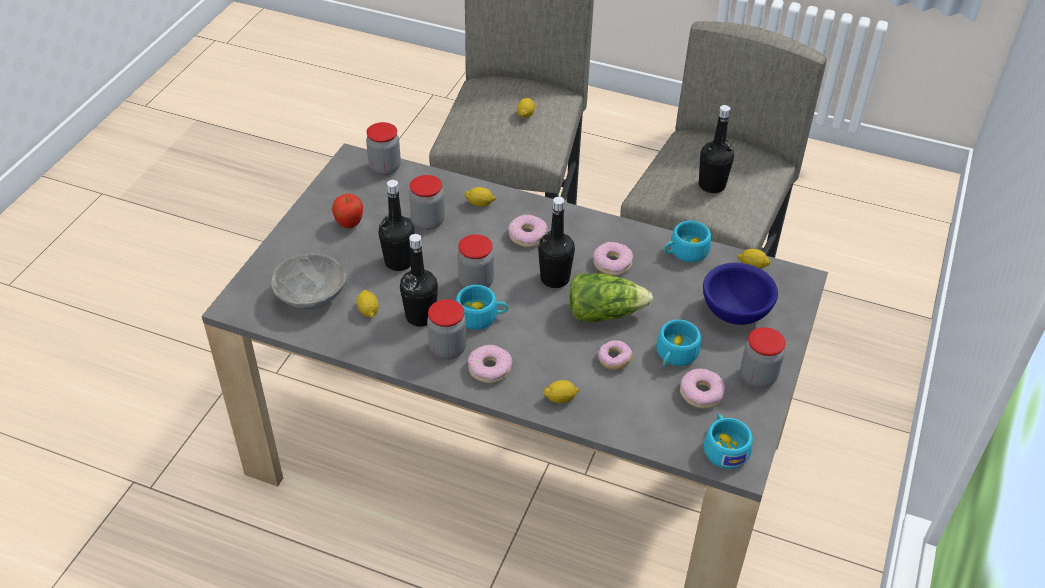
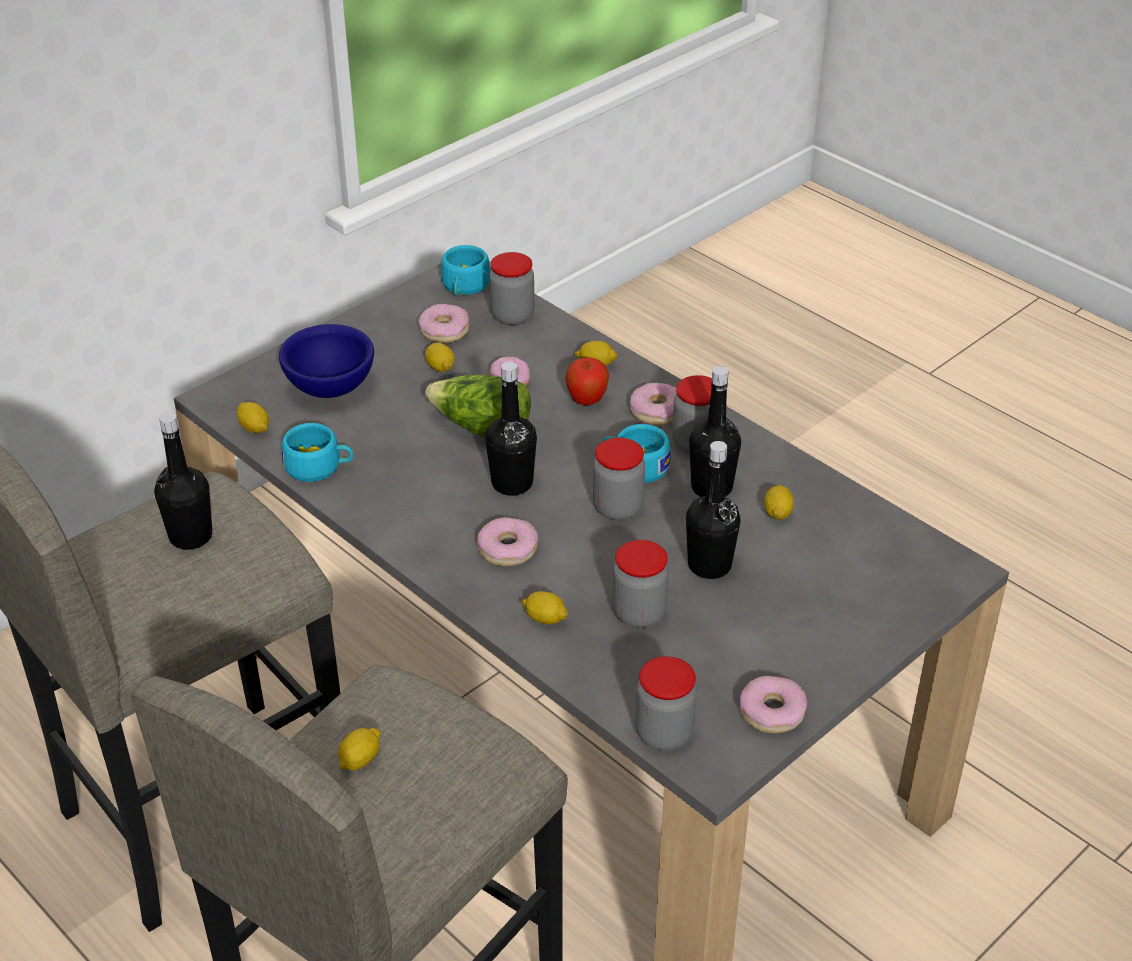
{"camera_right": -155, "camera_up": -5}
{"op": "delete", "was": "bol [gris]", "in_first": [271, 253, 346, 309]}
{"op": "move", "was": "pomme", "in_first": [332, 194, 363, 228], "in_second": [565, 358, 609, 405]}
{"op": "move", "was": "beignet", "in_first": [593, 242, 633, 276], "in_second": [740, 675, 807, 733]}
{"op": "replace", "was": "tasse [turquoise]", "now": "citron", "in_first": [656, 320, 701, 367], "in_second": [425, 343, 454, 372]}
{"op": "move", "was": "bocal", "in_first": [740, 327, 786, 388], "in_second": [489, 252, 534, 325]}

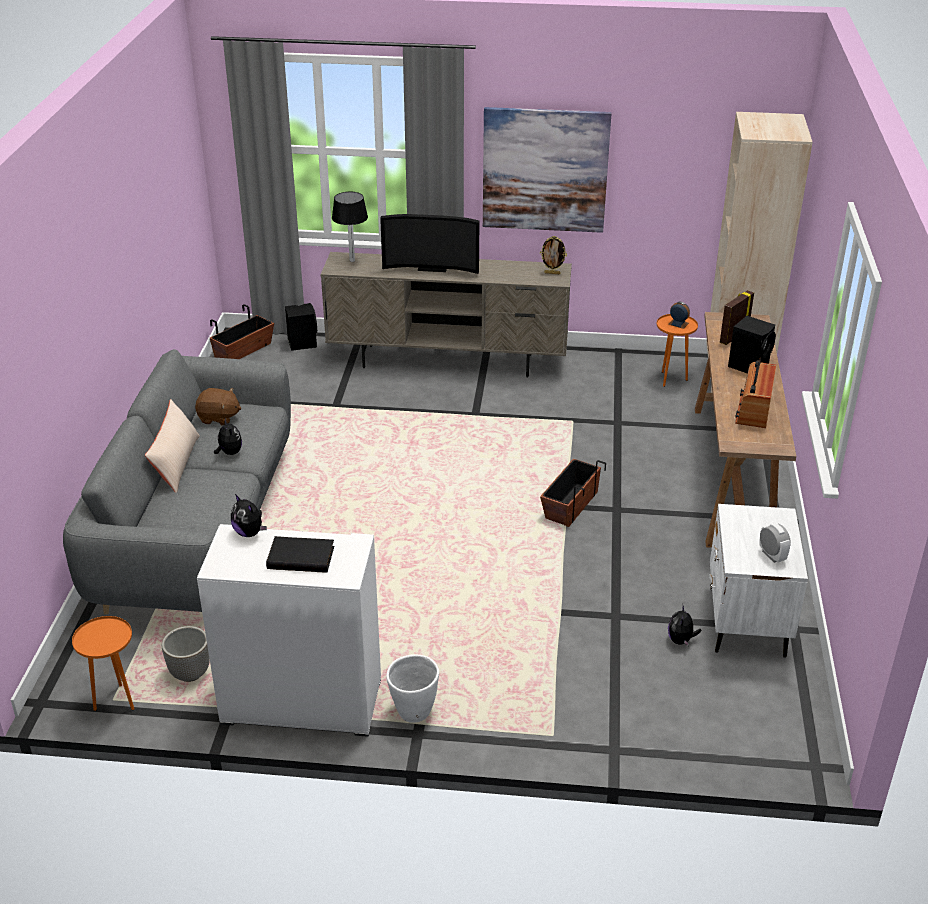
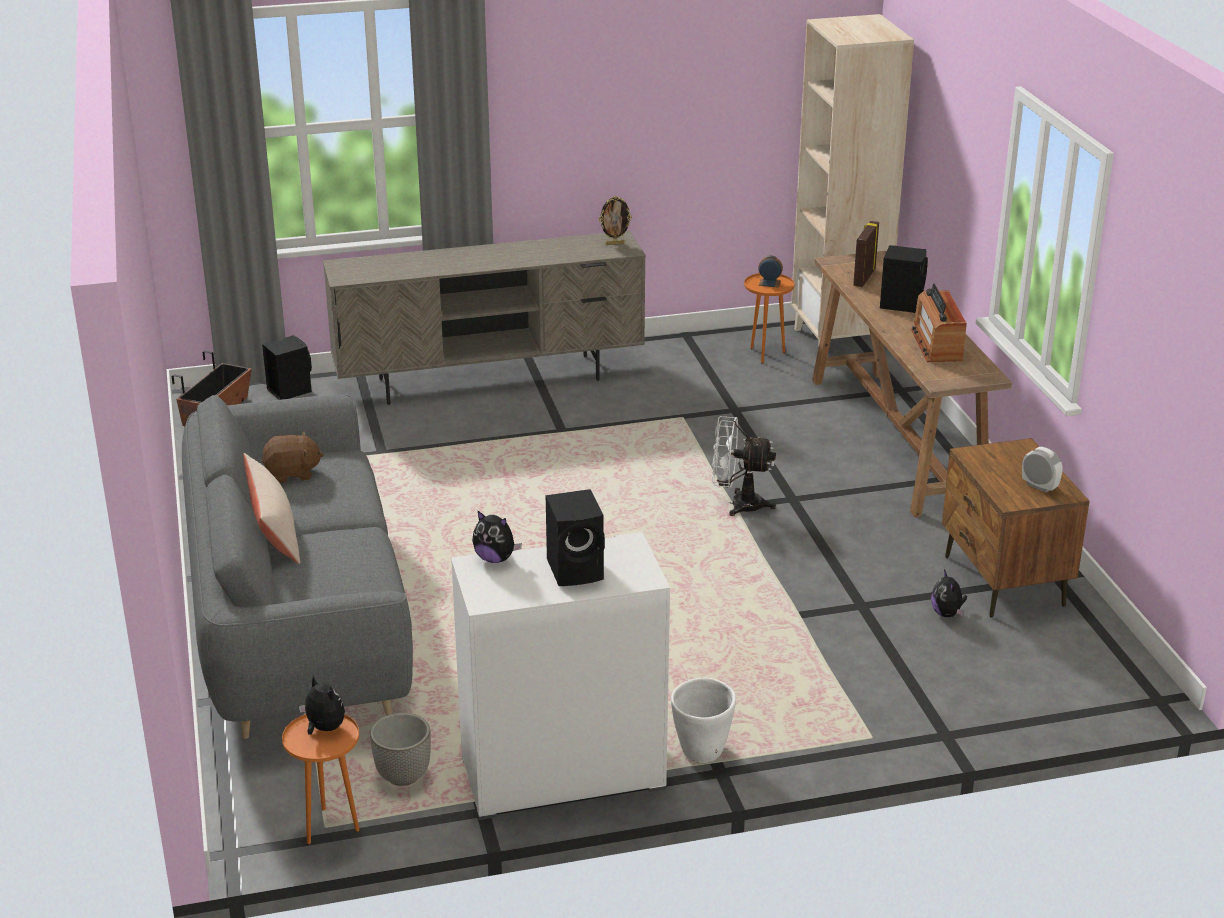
{"camera_right": -20, "camera_up": -5}
{"op": "move", "was": "peluche", "in_first": [214, 418, 242, 455], "in_second": [299, 676, 345, 735]}
{"op": "replace", "was": "livre [noir]", "now": "enceinte [noir]", "in_first": [266, 536, 334, 573], "in_second": [546, 489, 605, 586]}
{"op": "delete", "was": "lampe de table", "in_first": [332, 192, 368, 262]}
{"op": "delete", "was": "téléviseur", "in_first": [380, 214, 480, 274]}
{"op": "delete", "was": "tableau", "in_first": [483, 107, 612, 233]}
{"op": "replace", "was": "cache-pot", "now": "ventilateur [blanc]", "in_first": [540, 459, 606, 527], "in_second": [712, 416, 776, 516]}
{"op": "recolor", "was": "table de chevet [blanc]", "now": "table de chevet [marron]", "in_first": [709, 504, 808, 658], "in_second": [942, 438, 1090, 617]}

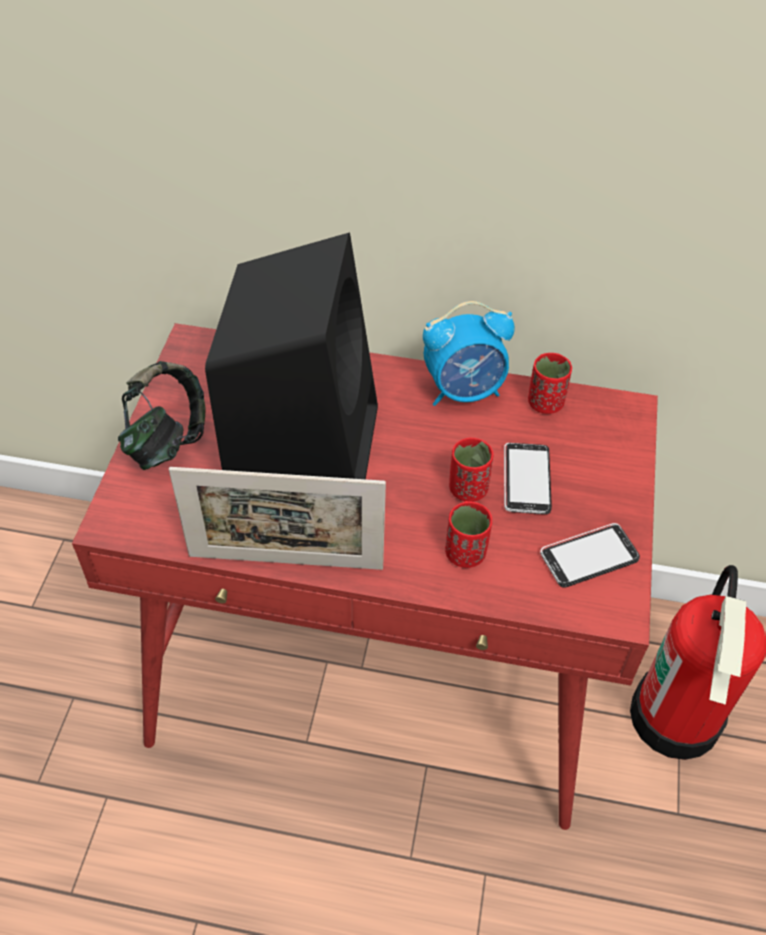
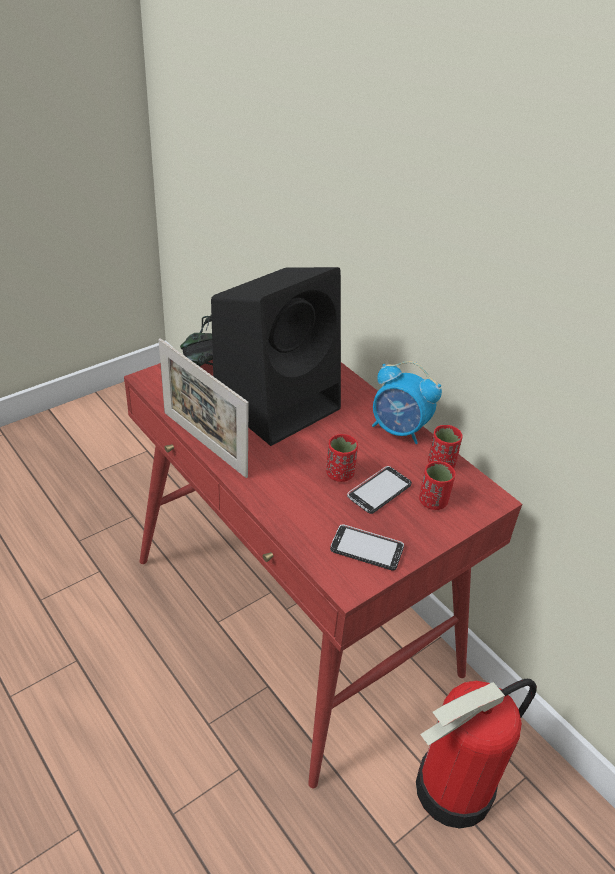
{"camera_right": 40, "camera_up": -10}
{"op": "move", "was": "tasse [rouge]", "in_first": [445, 501, 492, 568], "in_second": [419, 461, 456, 510]}

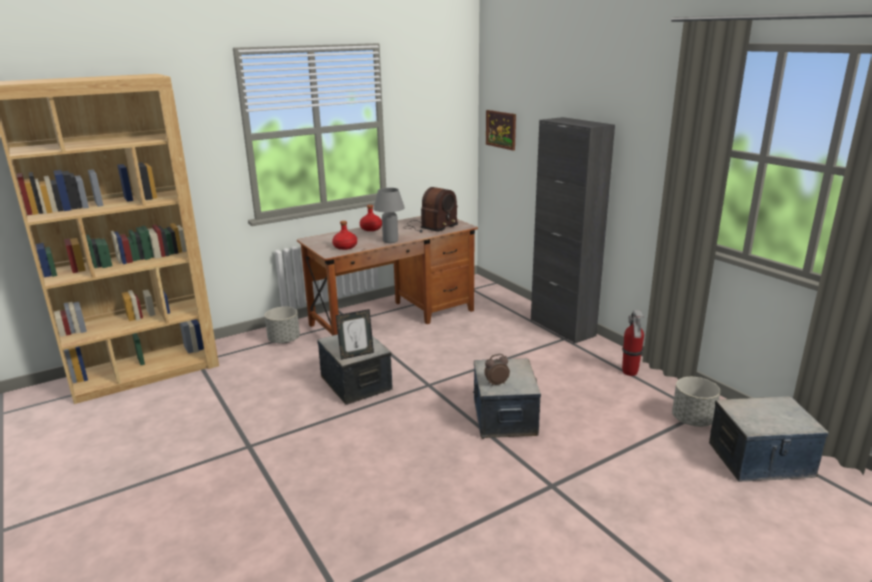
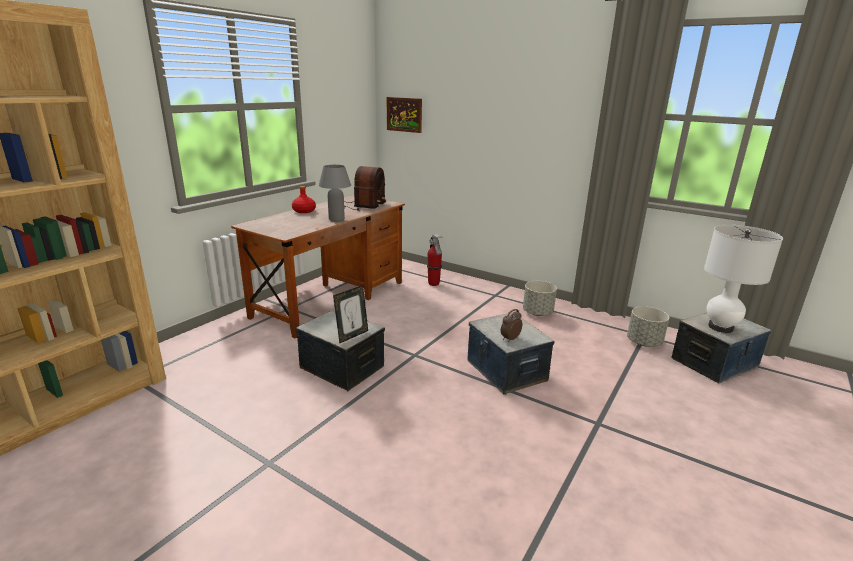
{"camera_right": -25, "camera_up": 0}
{"op": "move", "was": "cache-pot [gris]", "in_first": [265, 307, 300, 344], "in_second": [523, 281, 557, 316]}
{"op": "delete", "was": "bouteille [rouge]", "in_first": [332, 221, 357, 250]}
{"op": "delete", "was": "meuble de rangement [noir]", "in_first": [531, 117, 615, 344]}
{"op": "move", "was": "extincteur", "in_first": [622, 310, 644, 376], "in_second": [427, 234, 442, 286]}
{"op": "insert", "now": "lampe de table [blanc]", "in_second": [704, 225, 783, 333]}

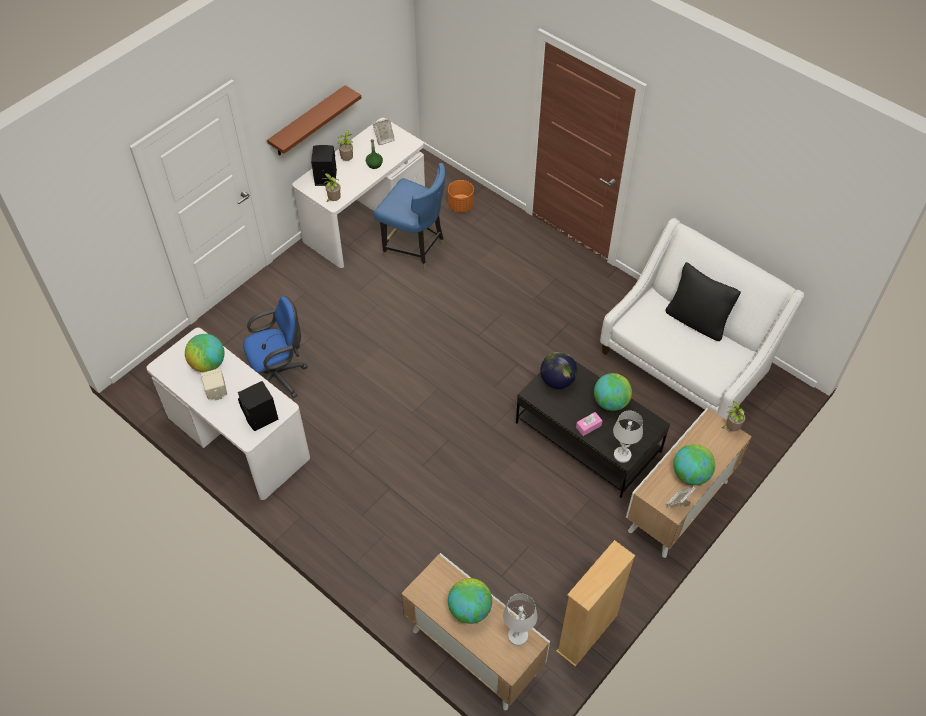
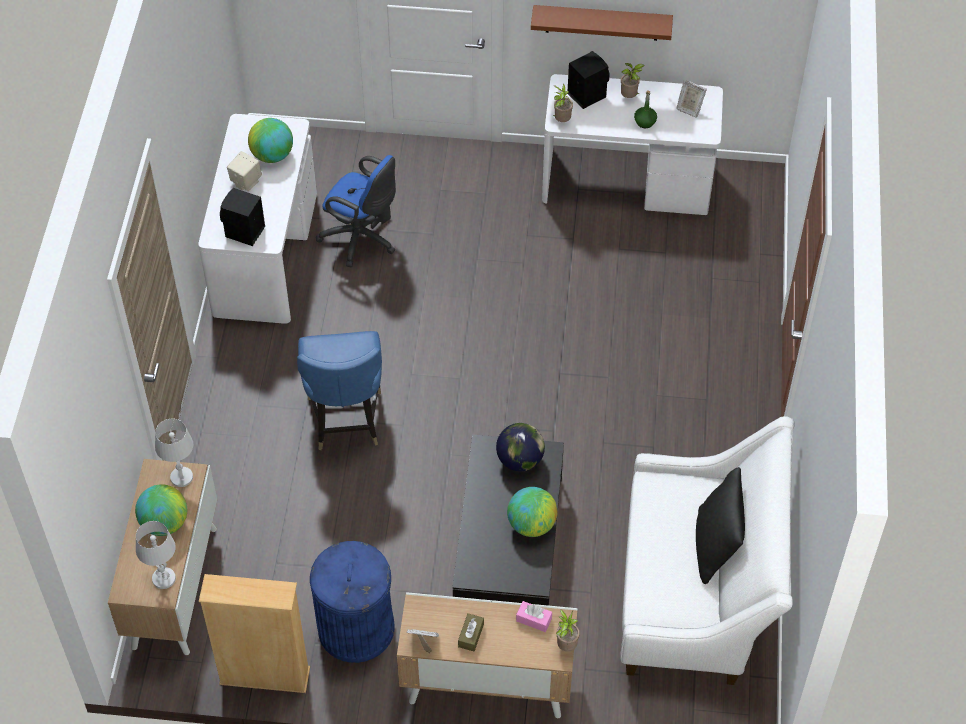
{"camera_right": 55, "camera_up": 0}
{"op": "move", "was": "chaise [bleu]", "in_first": [373, 163, 445, 270], "in_second": [297, 331, 382, 450]}
{"op": "delete", "was": "cache-pot [orange]", "in_first": [448, 180, 474, 213]}
{"op": "move", "was": "boîte à mouchoirs [rose]", "in_first": [576, 412, 603, 436], "in_second": [516, 601, 552, 632]}
{"op": "move", "was": "lampe de table [blanc]", "in_first": [613, 411, 643, 463], "in_second": [155, 419, 193, 487]}
{"op": "replace", "was": "globe", "now": "boîte à mouchoirs [marron]", "in_first": [673, 444, 715, 485], "in_second": [458, 613, 484, 651]}
{"op": "insert", "now": "poubelle [bleu]", "in_second": [310, 541, 395, 663]}

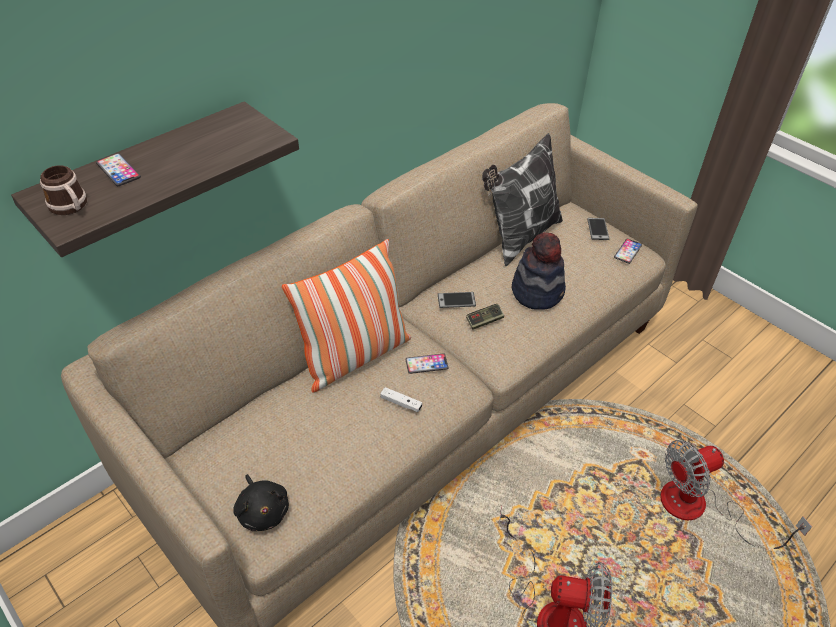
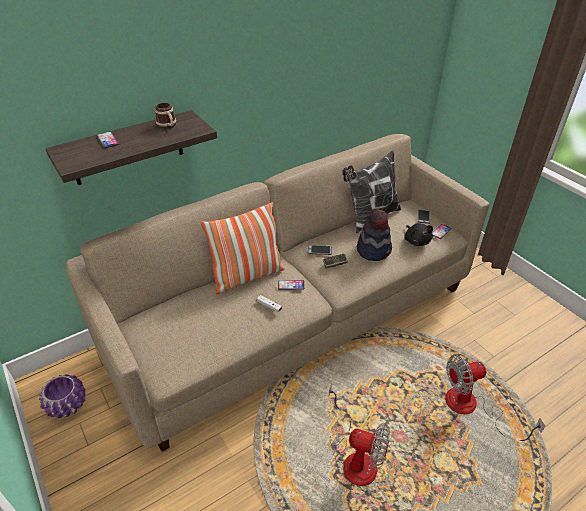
{"camera_right": 10, "camera_up": -5}
{"op": "move", "was": "mug", "in_first": [40, 165, 87, 215], "in_second": [155, 103, 177, 129]}
{"op": "move", "was": "peluche [noir]", "in_first": [233, 474, 289, 531], "in_second": [404, 223, 433, 246]}
{"op": "insert", "now": "cache-pot [violet]", "in_second": [39, 374, 86, 418]}

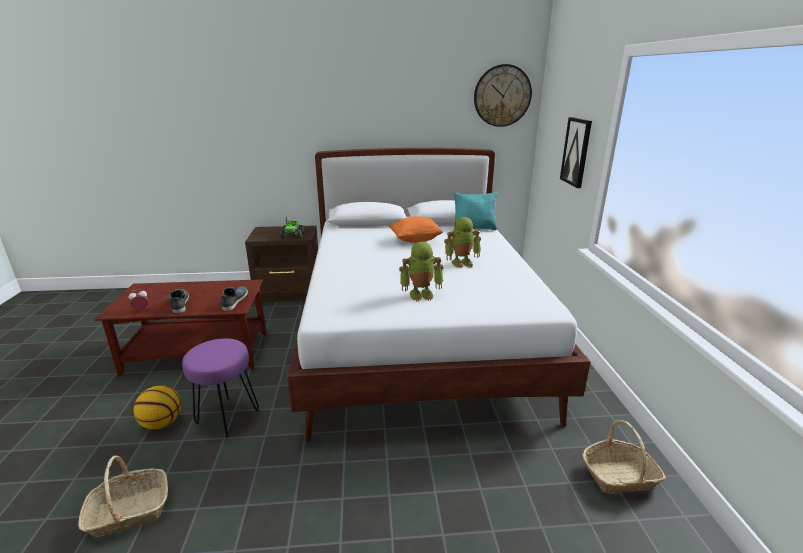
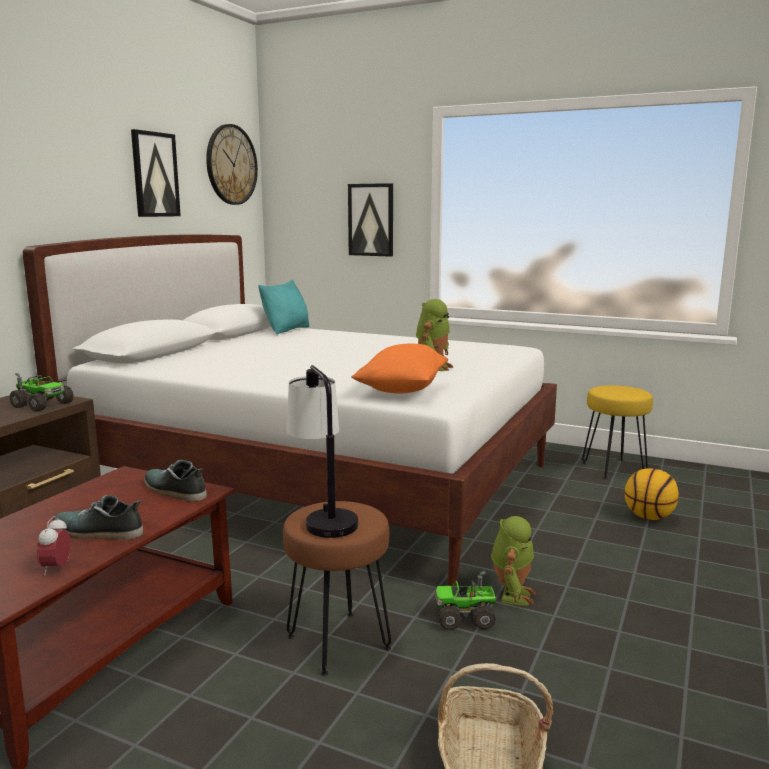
{"camera_right": -60, "camera_up": -10}
{"op": "move", "was": "ballon de basket", "in_first": [133, 385, 181, 430], "in_second": [625, 468, 679, 520]}
{"op": "recolor", "was": "tabouret [violet]", "now": "tabouret [marron]", "in_first": [182, 338, 259, 438], "in_second": [283, 501, 391, 676]}
{"op": "move", "was": "coussin [orange]", "in_first": [389, 216, 444, 243], "in_second": [351, 344, 448, 393]}
{"op": "move", "was": "robot jouet", "in_first": [444, 217, 481, 268], "in_second": [491, 516, 536, 605]}
{"op": "replace", "was": "panier", "now": "tabouret [jaune]", "in_first": [583, 420, 666, 494], "in_second": [582, 385, 653, 479]}
{"op": "insert", "now": "tableau", "in_second": [131, 129, 181, 217]}
{"op": "insert", "now": "lampe de table", "in_second": [287, 365, 358, 538]}
{"op": "insert", "now": "camion jouet", "in_second": [435, 571, 496, 630]}

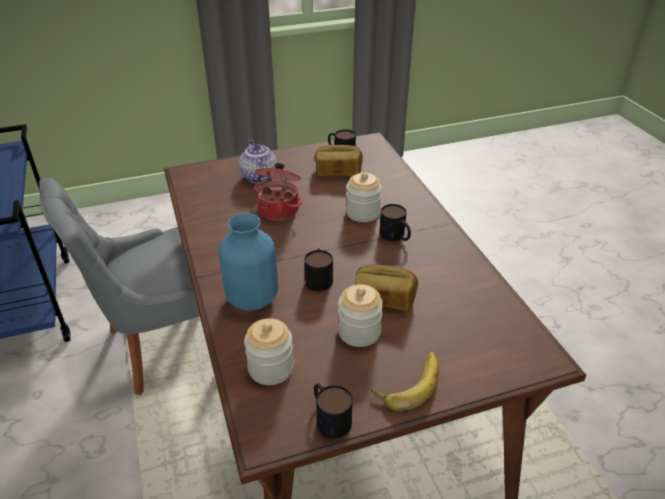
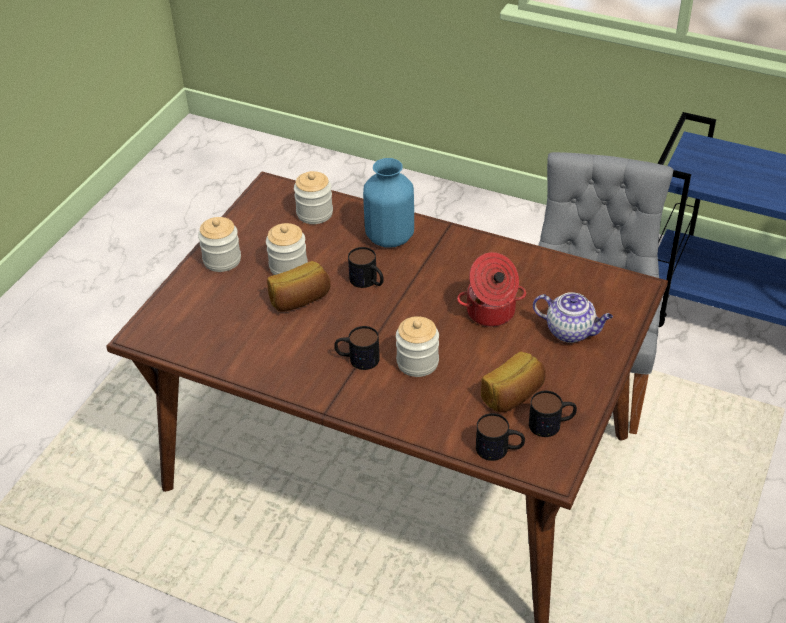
{"camera_right": 135, "camera_up": 5}
{"op": "move", "was": "mug", "in_first": [314, 383, 353, 439], "in_second": [476, 413, 525, 461]}
{"op": "replace", "was": "banane", "now": "bocal", "in_first": [371, 352, 439, 411], "in_second": [198, 217, 241, 272]}

